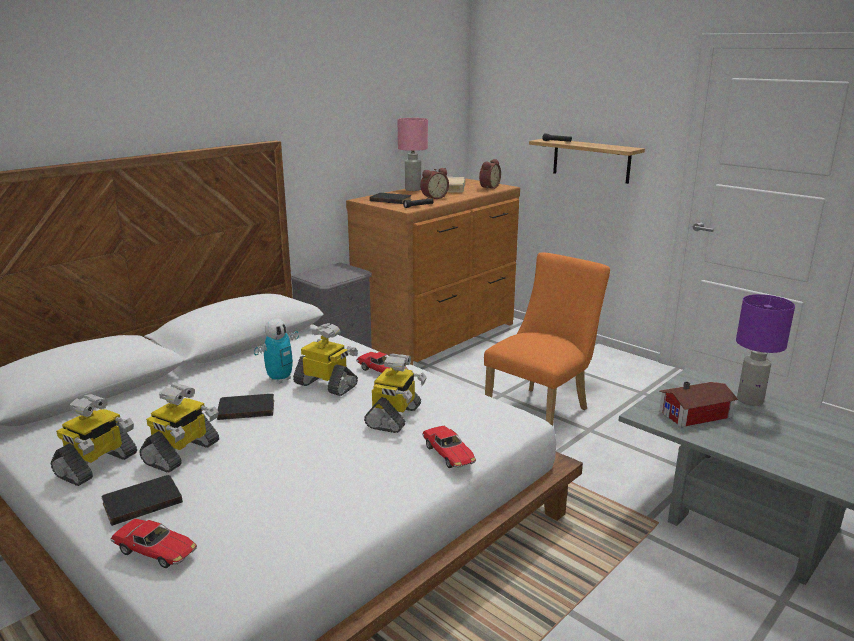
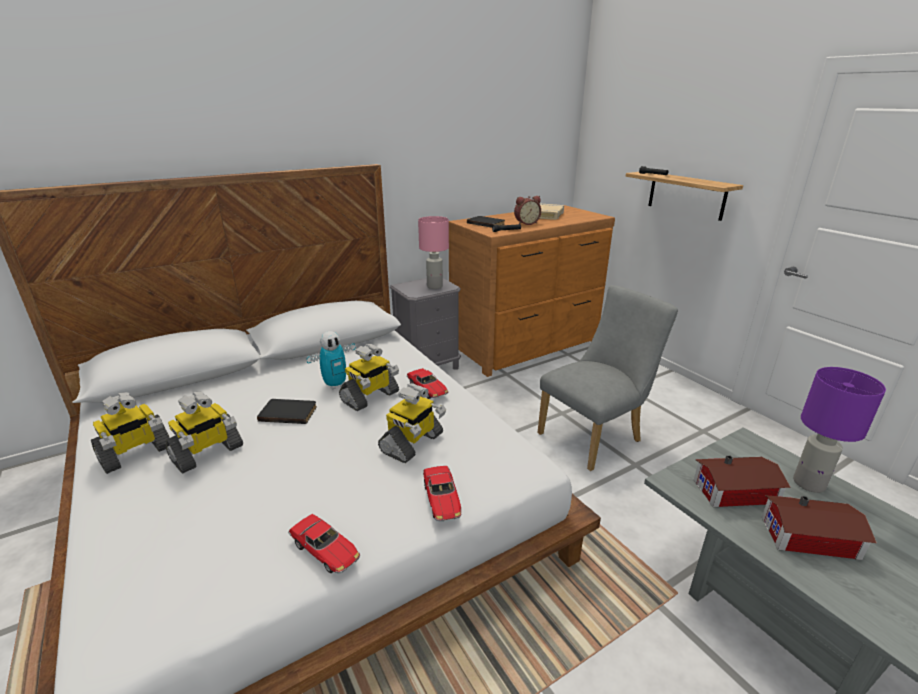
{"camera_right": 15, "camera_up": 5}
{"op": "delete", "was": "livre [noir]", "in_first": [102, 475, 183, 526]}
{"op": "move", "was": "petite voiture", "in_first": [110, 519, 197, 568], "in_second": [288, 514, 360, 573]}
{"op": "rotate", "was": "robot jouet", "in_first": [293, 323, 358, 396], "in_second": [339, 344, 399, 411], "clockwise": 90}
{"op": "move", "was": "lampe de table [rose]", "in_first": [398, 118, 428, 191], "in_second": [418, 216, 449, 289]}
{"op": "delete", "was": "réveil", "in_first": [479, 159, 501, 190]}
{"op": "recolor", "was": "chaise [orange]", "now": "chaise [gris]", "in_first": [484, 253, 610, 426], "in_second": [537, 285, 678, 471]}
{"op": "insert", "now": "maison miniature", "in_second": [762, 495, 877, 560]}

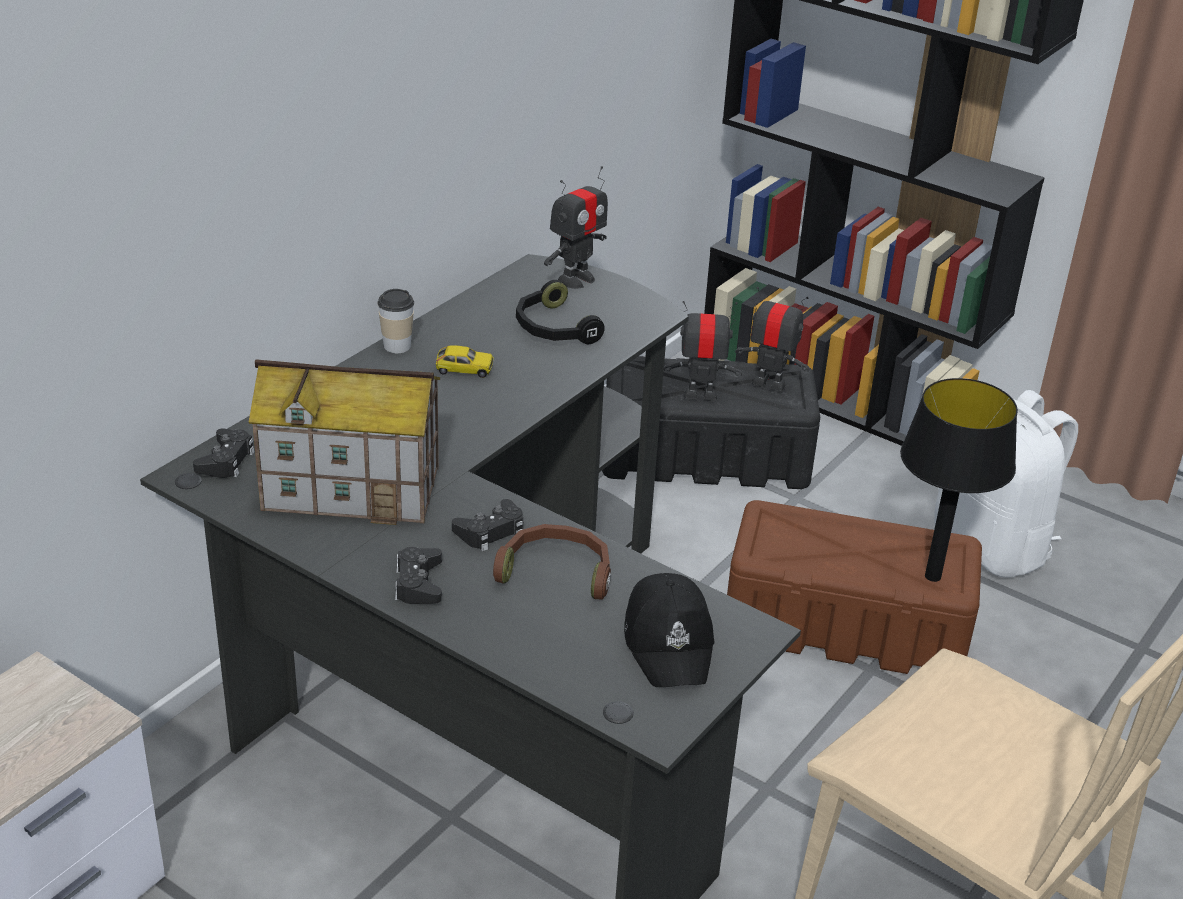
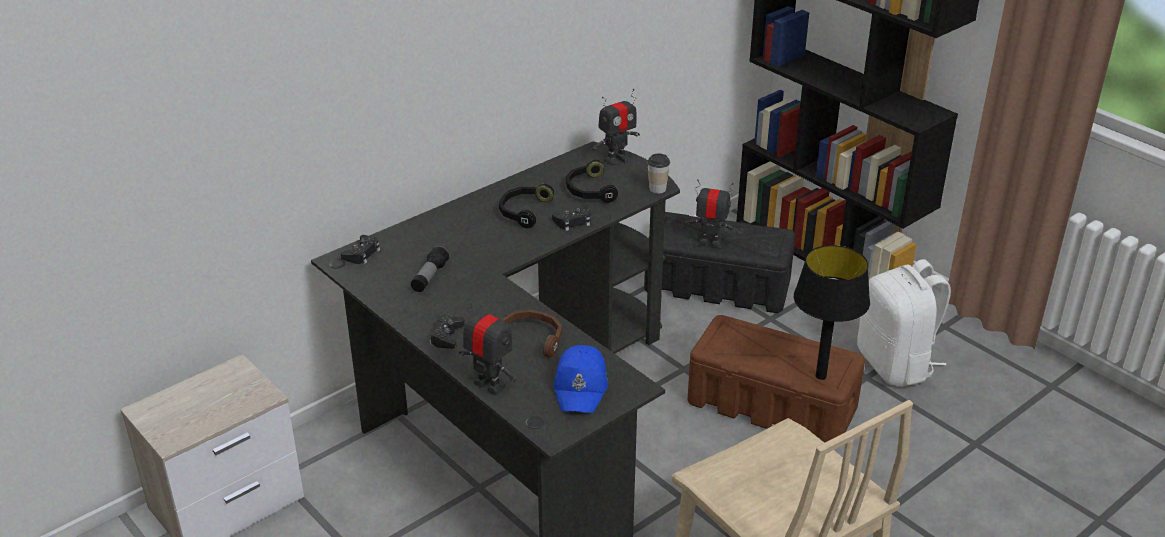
{"camera_right": 15, "camera_up": 0}
{"op": "replace", "was": "maison miniature", "now": "lampe de poche", "in_first": [249, 359, 440, 525], "in_second": [411, 245, 450, 292]}
{"op": "move", "was": "tasse", "in_first": [377, 289, 414, 353], "in_second": [647, 153, 670, 194]}
{"op": "replace", "was": "petite voiture", "now": "casque audio [noir]", "in_first": [436, 345, 494, 378], "in_second": [499, 184, 555, 228]}
{"op": "move", "was": "manette [noir]", "in_first": [452, 499, 523, 551], "in_second": [552, 206, 591, 231]}
{"op": "recolor", "was": "casquette [noir]", "now": "casquette [bleu]", "in_first": [624, 573, 715, 687], "in_second": [554, 345, 608, 413]}
{"op": "move", "was": "robot jouet", "in_first": [735, 287, 810, 392], "in_second": [459, 298, 517, 396]}

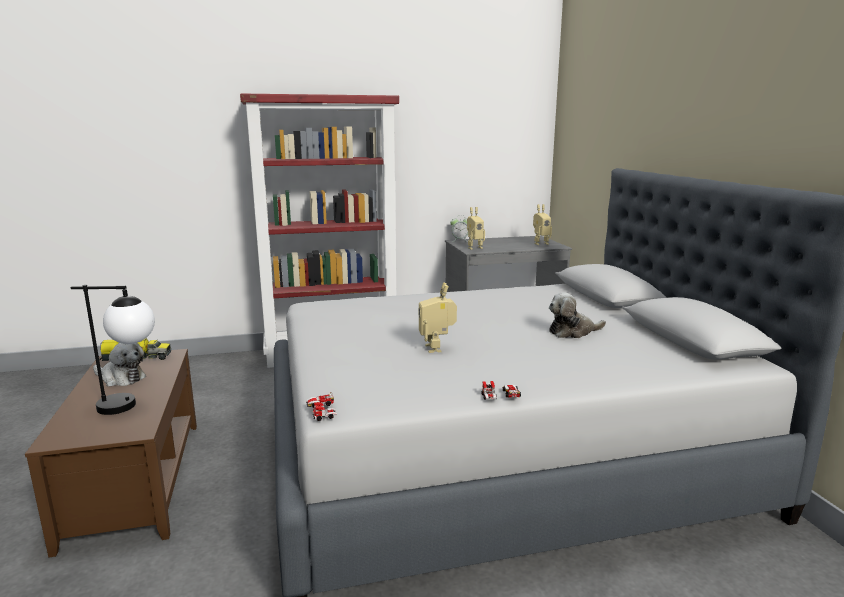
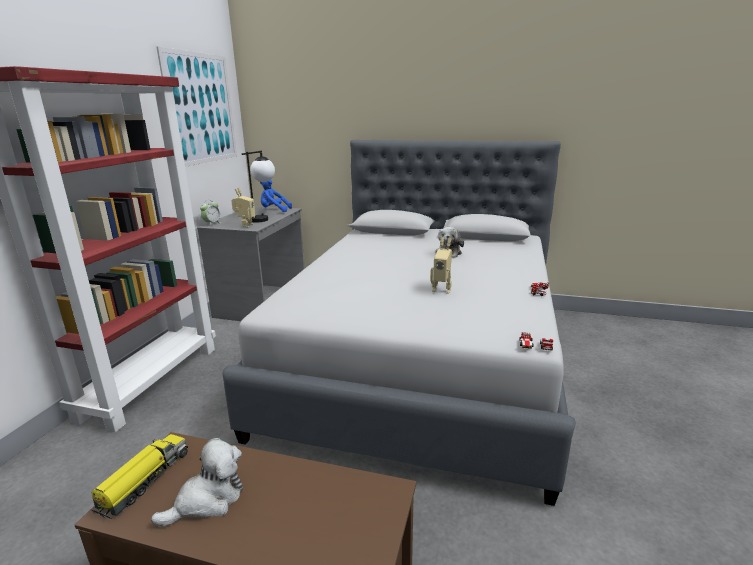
{"camera_right": -60, "camera_up": 5}
{"op": "move", "was": "lampe de table", "in_first": [71, 285, 155, 415], "in_second": [242, 151, 275, 223]}
{"op": "replace", "was": "robot jouet", "now": "peluche [bleu]", "in_first": [533, 204, 552, 245], "in_second": [260, 180, 292, 212]}
{"op": "insert", "now": "tableau", "in_second": [157, 46, 237, 167]}

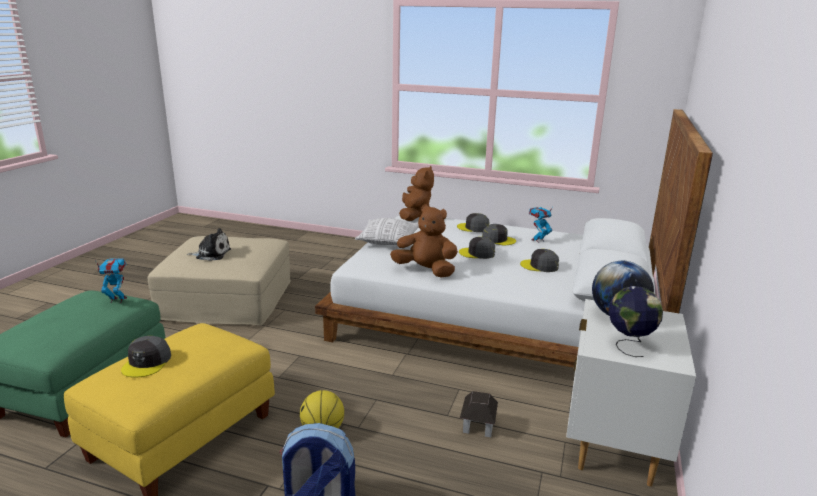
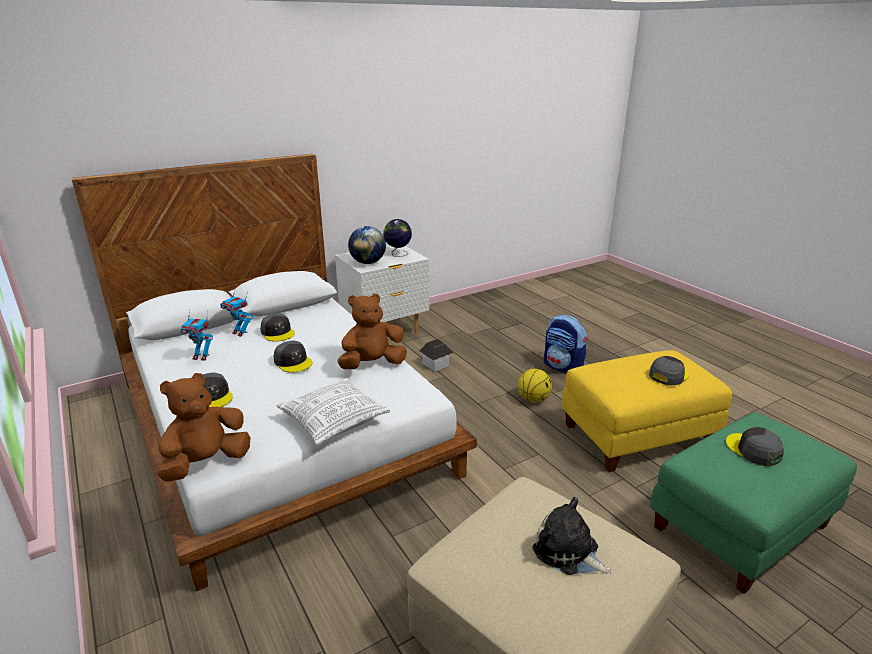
{"camera_right": -140, "camera_up": 5}
{"op": "move", "was": "robot jouet", "in_first": [95, 258, 127, 303], "in_second": [220, 288, 253, 337]}
{"op": "rotate", "was": "peluche [marron]", "in_first": [390, 204, 458, 278], "in_second": [338, 294, 407, 369], "clockwise": 90}
{"op": "move", "was": "casquette [gris]", "in_first": [482, 224, 516, 245], "in_second": [726, 427, 784, 466]}

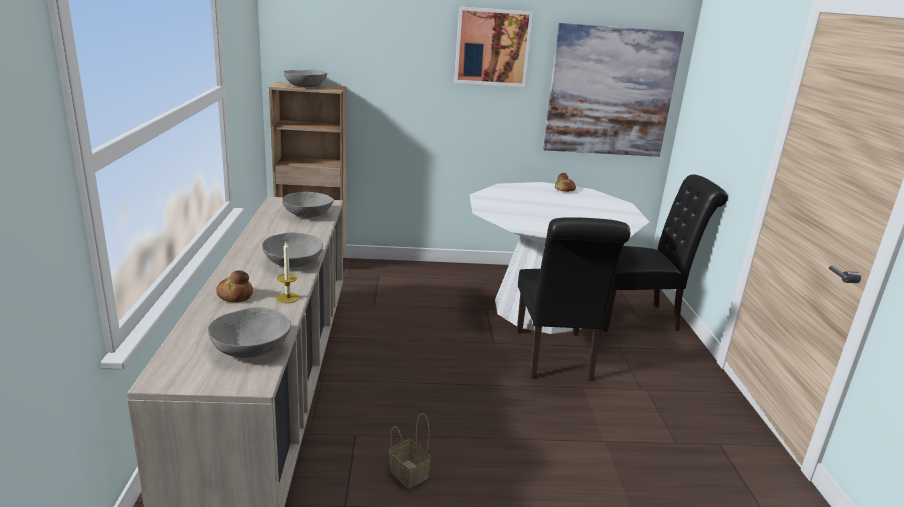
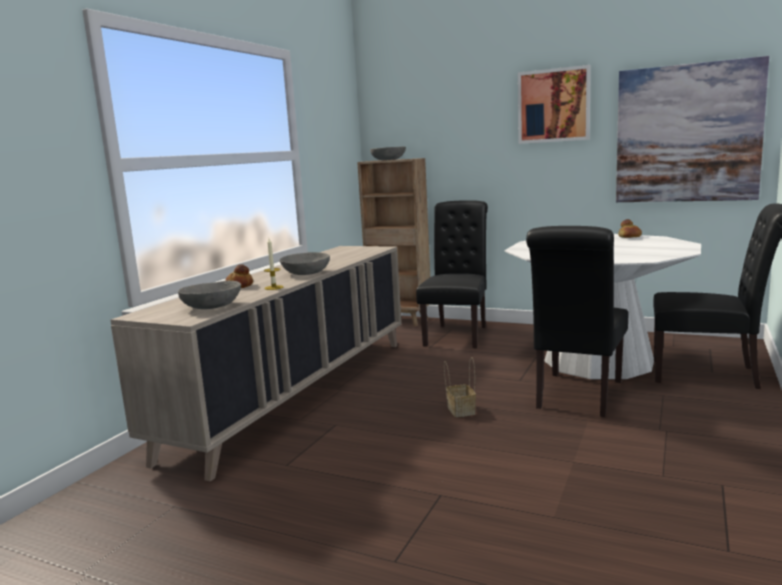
{"camera_right": 30, "camera_up": -10}
{"op": "delete", "was": "bol [gris]", "in_first": [282, 192, 334, 217]}
{"op": "move", "was": "panier", "in_first": [389, 413, 431, 489], "in_second": [444, 357, 476, 417]}
{"op": "insert", "now": "chaise [noir]", "in_second": [416, 200, 488, 348]}

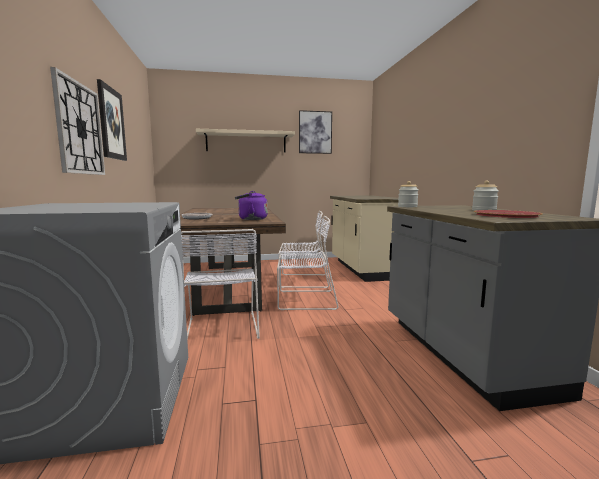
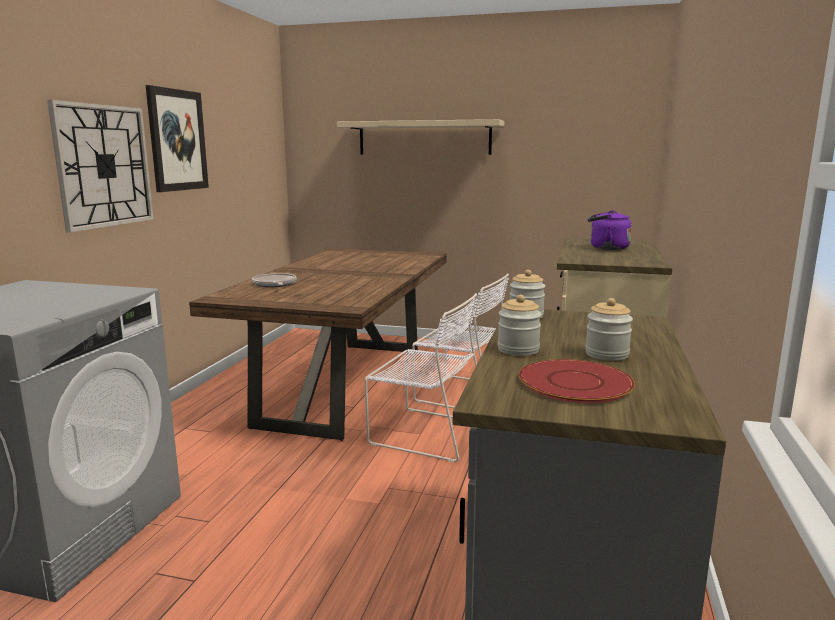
{"camera_right": 25, "camera_up": 5}
{"op": "delete", "was": "chaise [blanc]", "in_first": [181, 229, 260, 340]}
{"op": "move", "was": "bouilloire [violet]", "in_first": [235, 191, 268, 220], "in_second": [588, 210, 632, 250]}
{"op": "delete", "was": "tableau", "in_first": [299, 110, 332, 154]}
{"op": "insert", "now": "bocal", "in_second": [498, 295, 541, 356]}

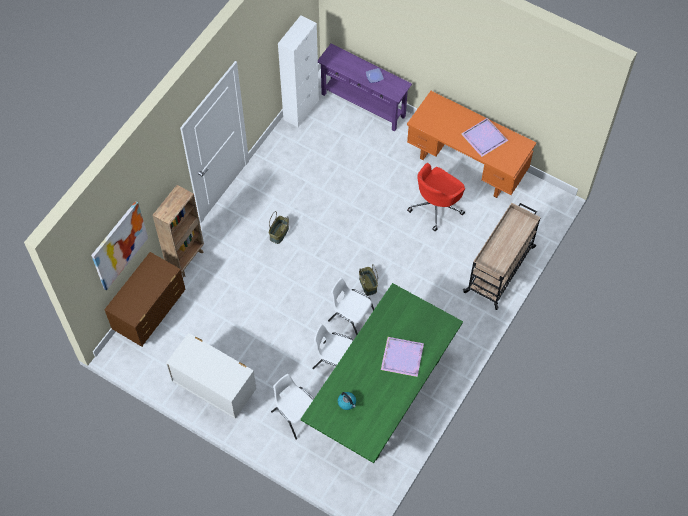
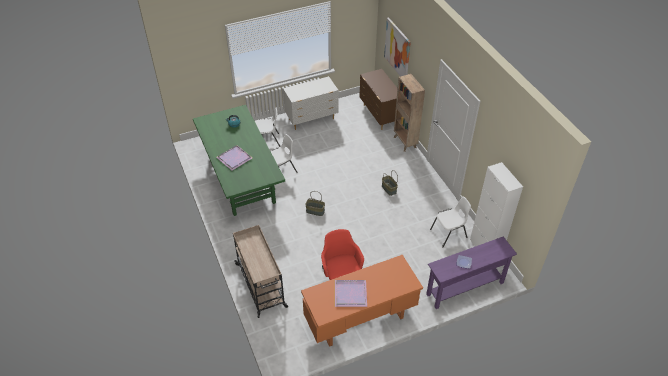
{"camera_right": 125, "camera_up": -15}
{"op": "move", "was": "chaise [blanc]", "in_first": [328, 278, 374, 335], "in_second": [430, 196, 471, 248]}

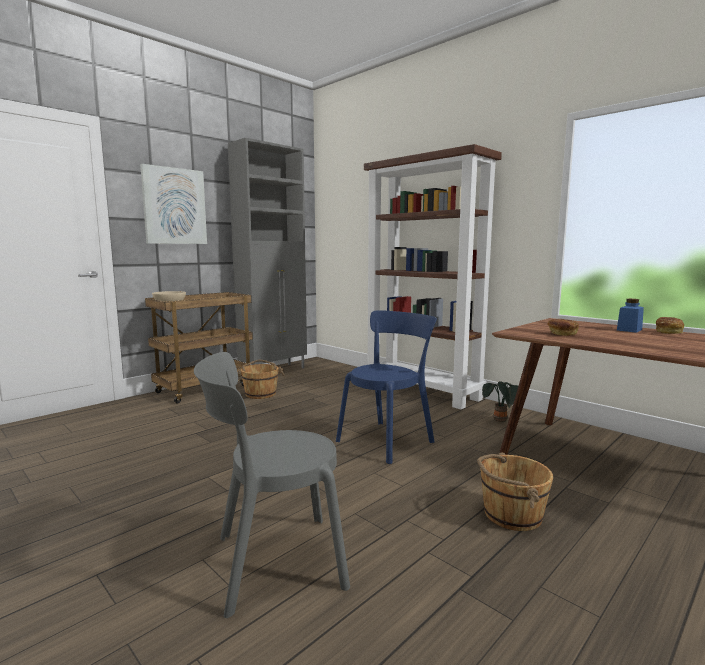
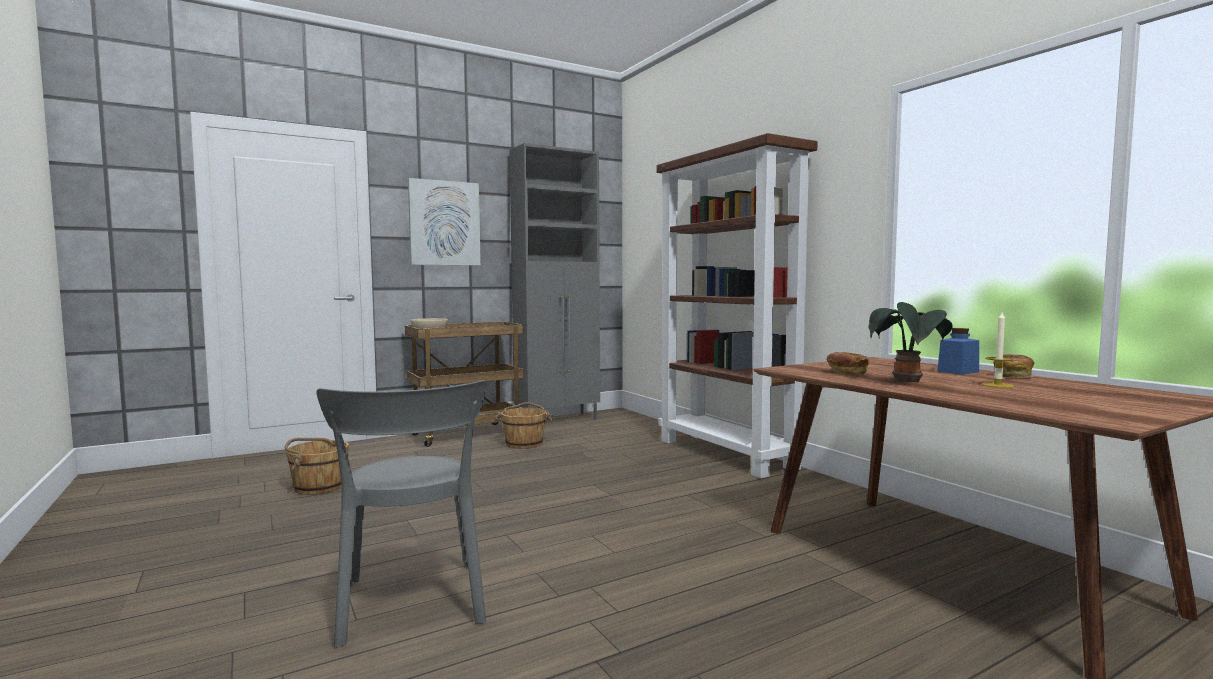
{"camera_right": 15, "camera_up": -5}
{"op": "rotate", "was": "chaise [gris]", "in_first": [194, 352, 350, 618], "in_second": [316, 380, 486, 648], "clockwise": -105}
{"op": "delete", "was": "chaise [bleu]", "in_first": [336, 310, 437, 464]}
{"op": "move", "was": "seau [marron]", "in_first": [477, 452, 553, 531], "in_second": [284, 438, 349, 495]}
{"op": "move", "was": "plante en pot", "in_first": [482, 382, 518, 422], "in_second": [868, 302, 953, 383]}
{"op": "insert", "now": "bougie", "in_second": [982, 312, 1014, 388]}

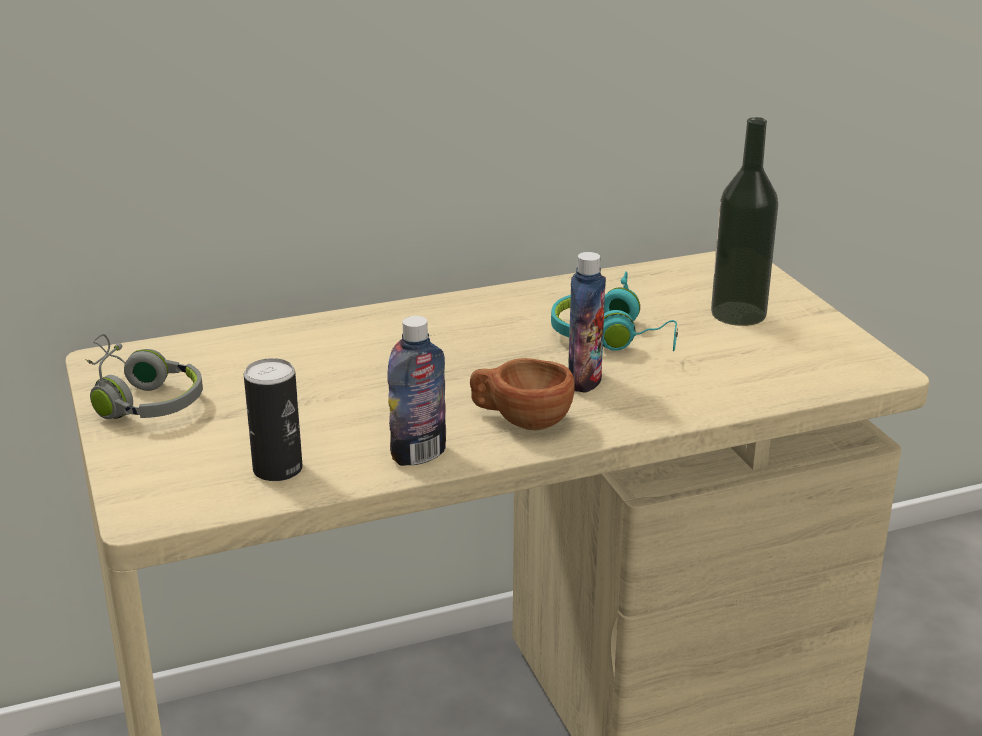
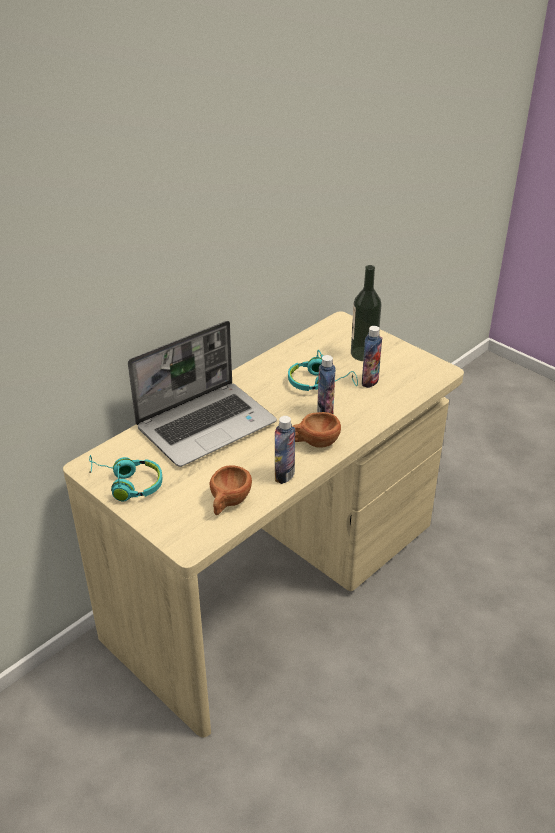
{"camera_right": -25, "camera_up": 10}
{"op": "recolor", "was": "casque audio [gris]", "now": "casque audio [turquoise]", "in_first": [85, 334, 203, 419], "in_second": [89, 455, 162, 501]}
{"op": "replace", "was": "boîte métallique", "now": "tasse [marron]", "in_first": [244, 358, 303, 481], "in_second": [209, 465, 252, 515]}
{"op": "insert", "now": "ordinateur portable", "in_second": [128, 321, 277, 467]}
{"op": "insert", "now": "bouteille", "in_second": [362, 326, 382, 388]}

